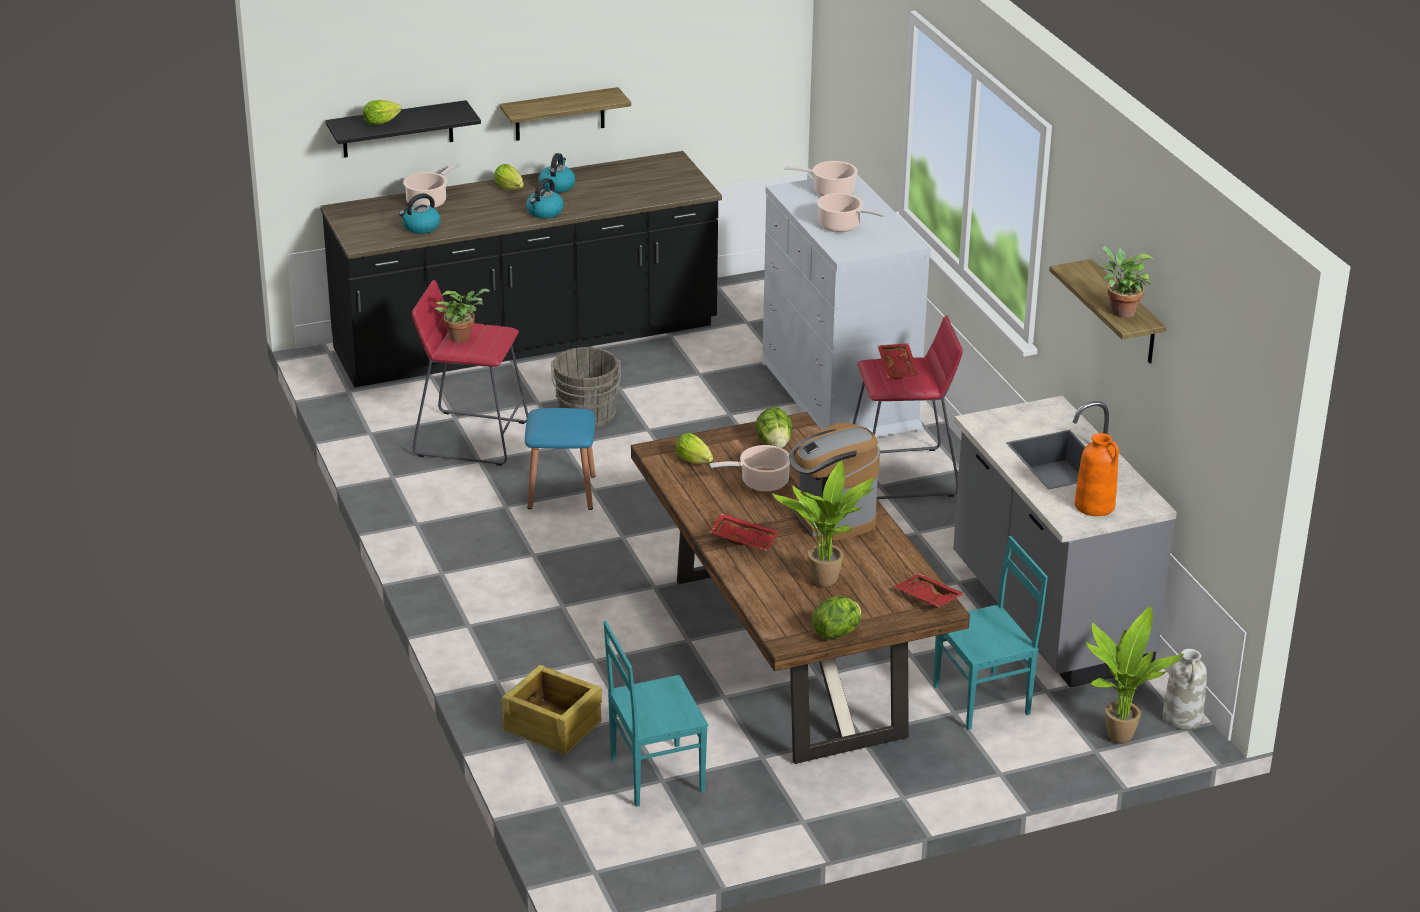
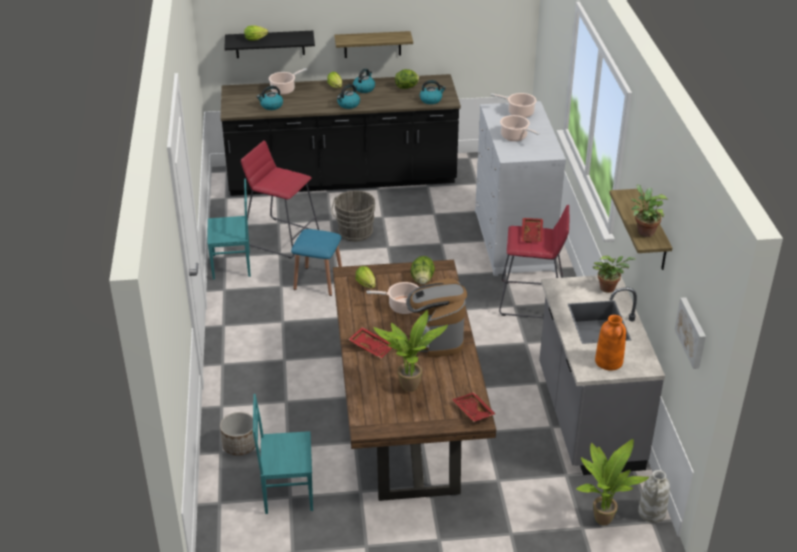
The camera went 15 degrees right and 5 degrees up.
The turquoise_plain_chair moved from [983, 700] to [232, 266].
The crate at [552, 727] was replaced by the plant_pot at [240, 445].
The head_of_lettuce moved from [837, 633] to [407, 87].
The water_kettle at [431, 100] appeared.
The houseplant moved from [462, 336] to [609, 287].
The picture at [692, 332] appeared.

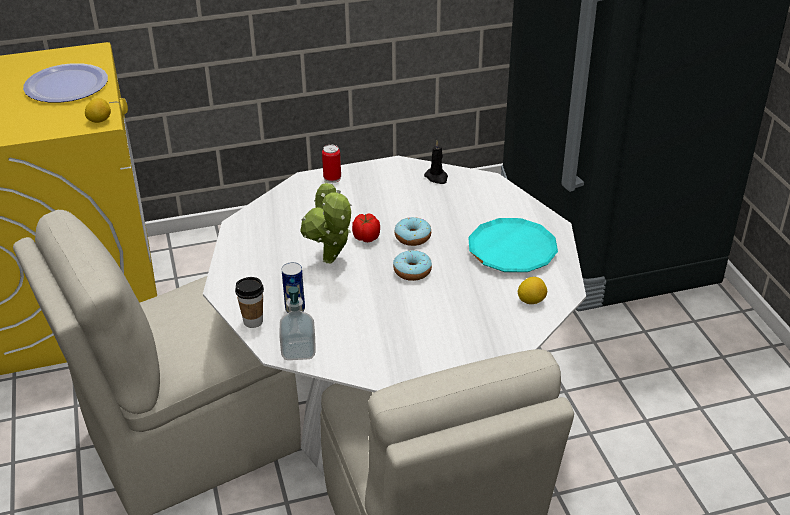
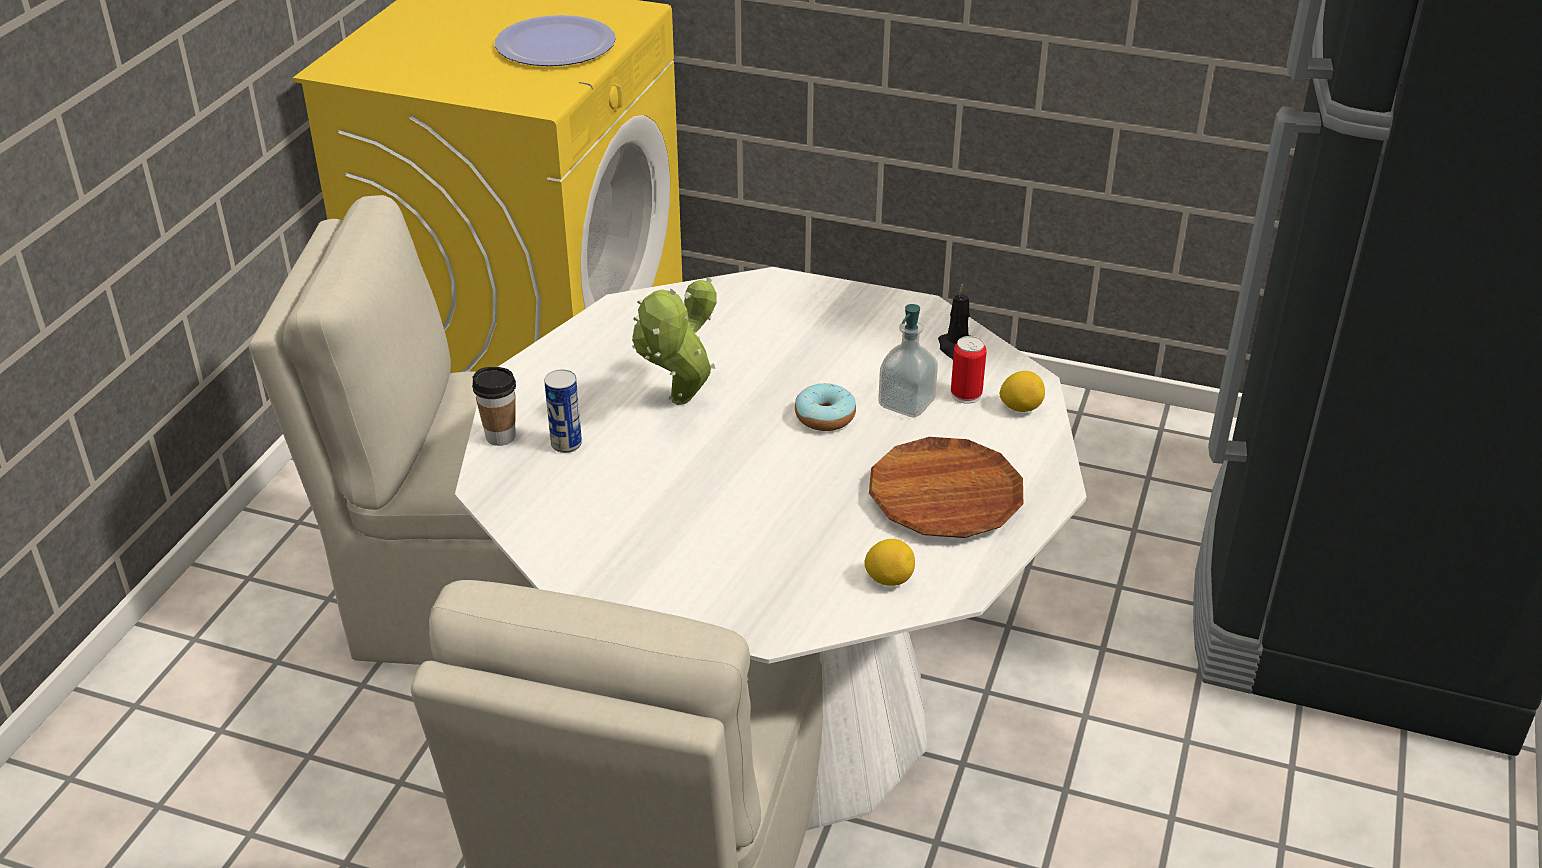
The camera went 35 degrees right and 0 degrees up.
The turquoise_dinner_plate at [512, 251] became the brown-coloured_dinner_plate at [945, 497].
The liquid_soap_bottle moved from [298, 351] to [906, 403].
The metal_can moved from [332, 178] to [966, 394].
The whole_lemon moved from [99, 121] to [1020, 408].
The whole_tomato at [366, 238] disappeared.
The donut at [412, 271] disappeared.

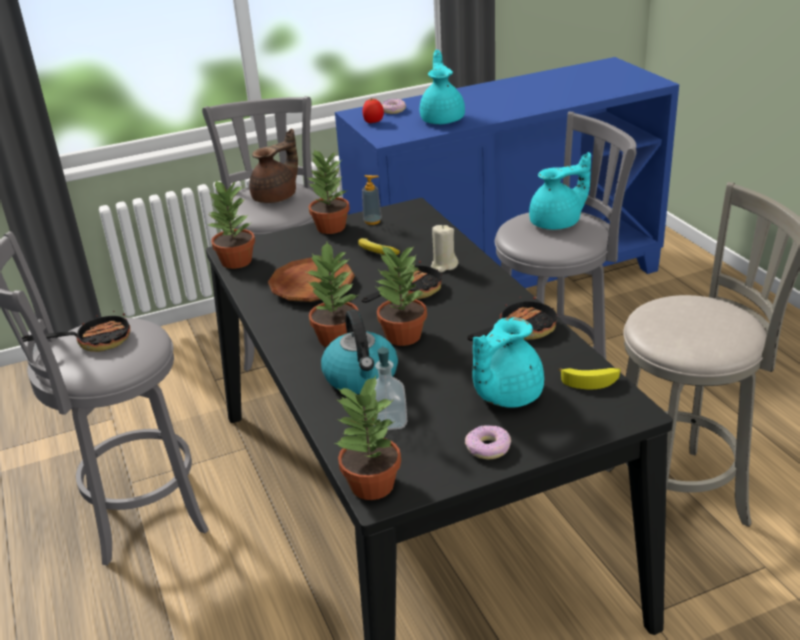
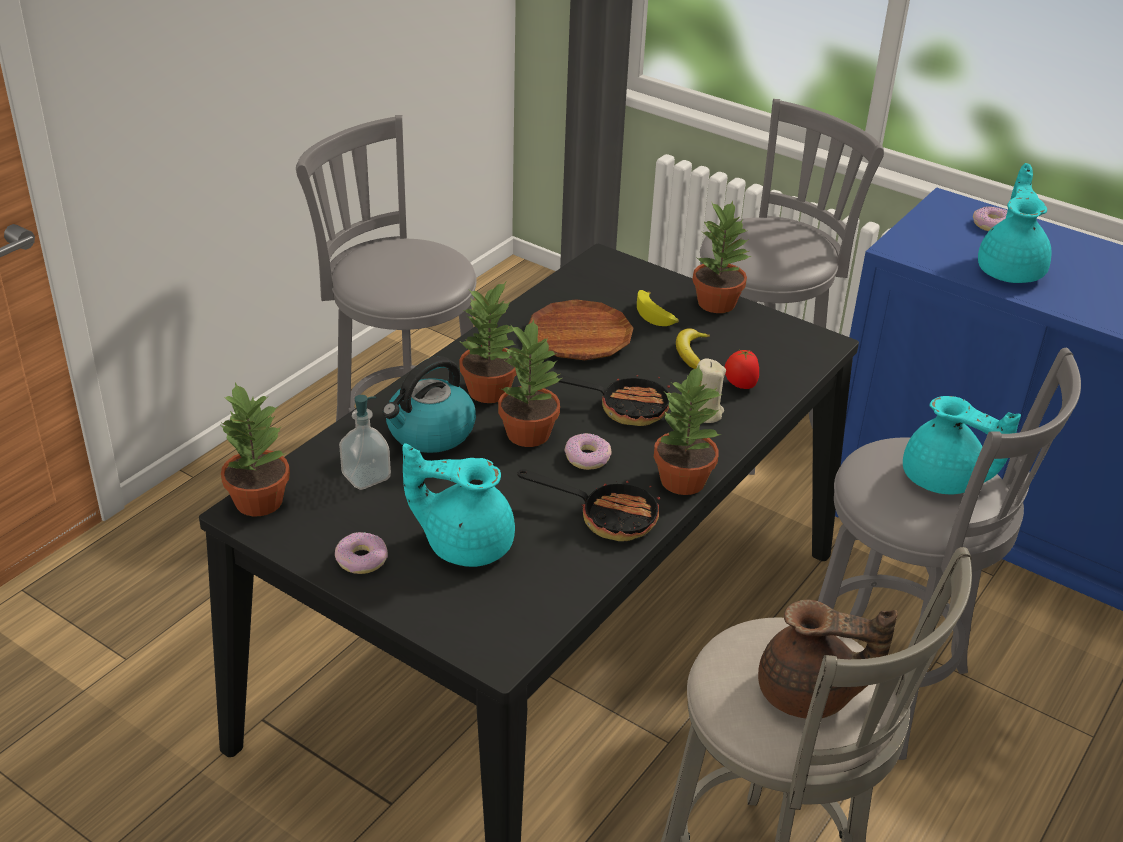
The camera went 55 degrees right and 5 degrees up.
The donut at [587, 457] appeared.
The banana moved from [591, 380] to [656, 315].
The houseplant moved from [236, 262] to [682, 481].
The whole_tomato moved from [373, 122] to [740, 385].
The brown-coloured_tea_pot moved from [277, 197] to [809, 694].
The turquoise_tea_pot at [443, 119] turned 45 degrees counterclockwise.
The frying_pan at [95, 341] disappeared.
The liquid_soap_bottle at [372, 221] disappeared.

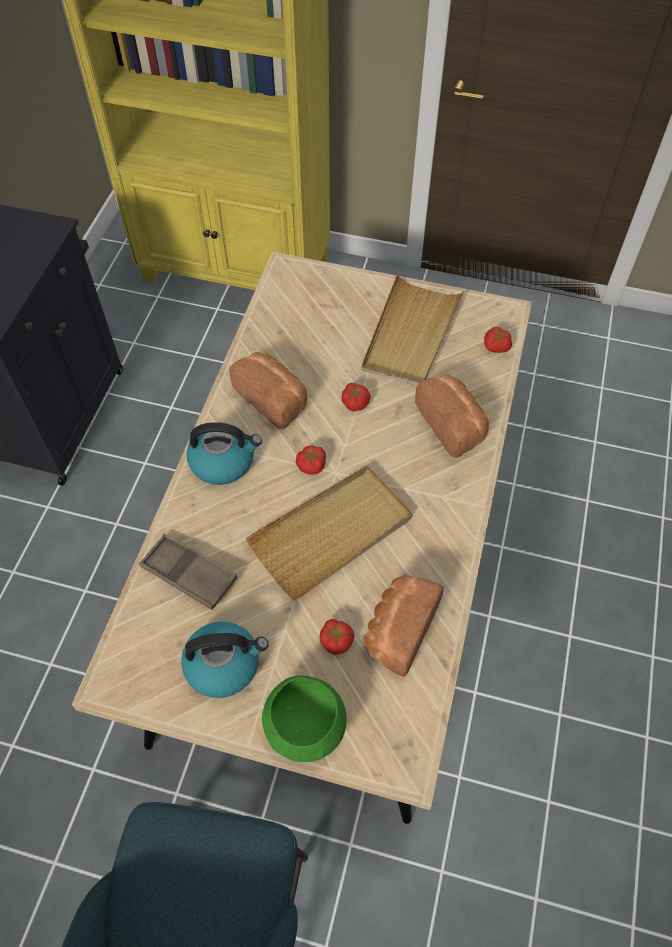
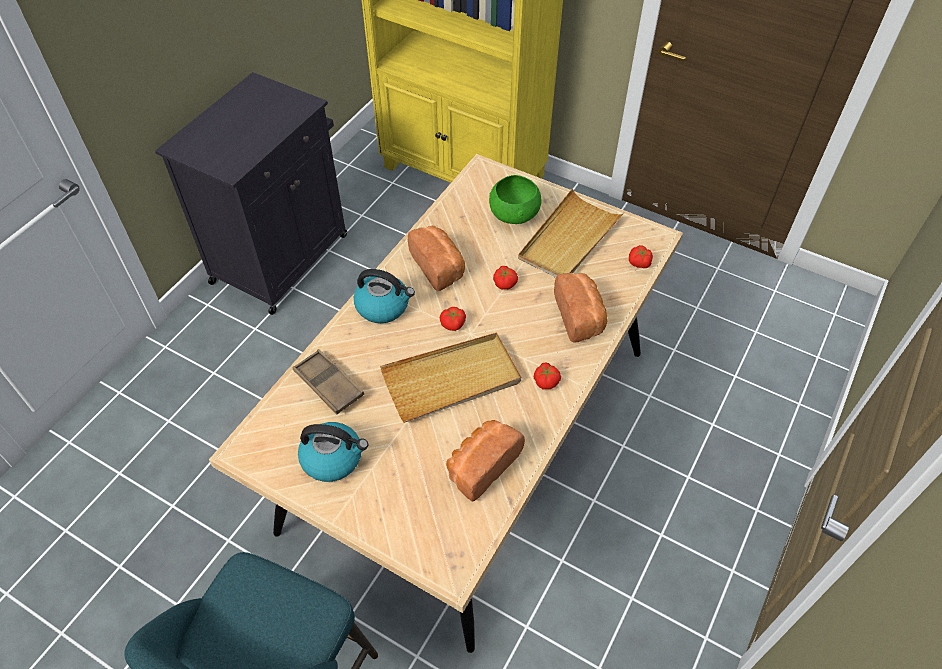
The camera went 15 degrees right and 5 degrees down.
The green_serving_bowl moved from [306, 728] to [514, 216].
The whole_tomato moved from [336, 640] to [546, 381].

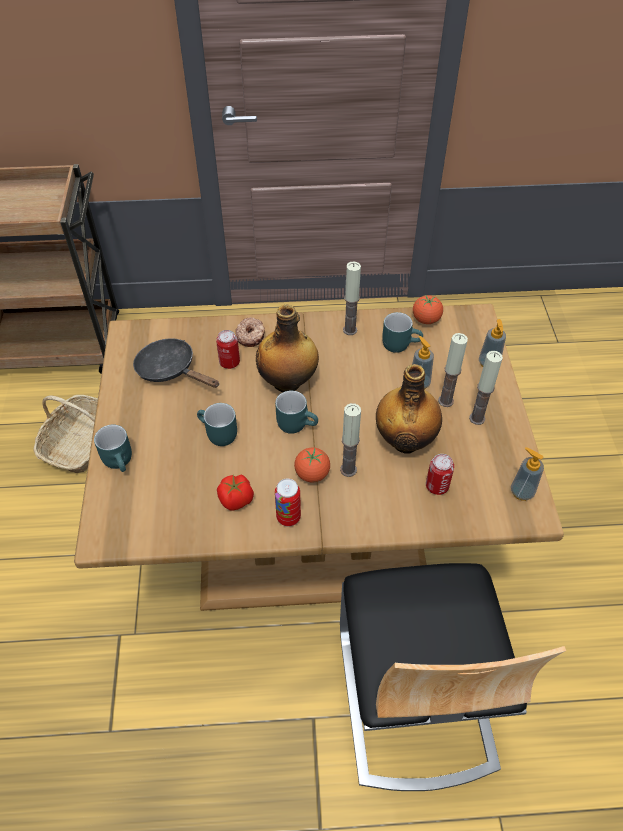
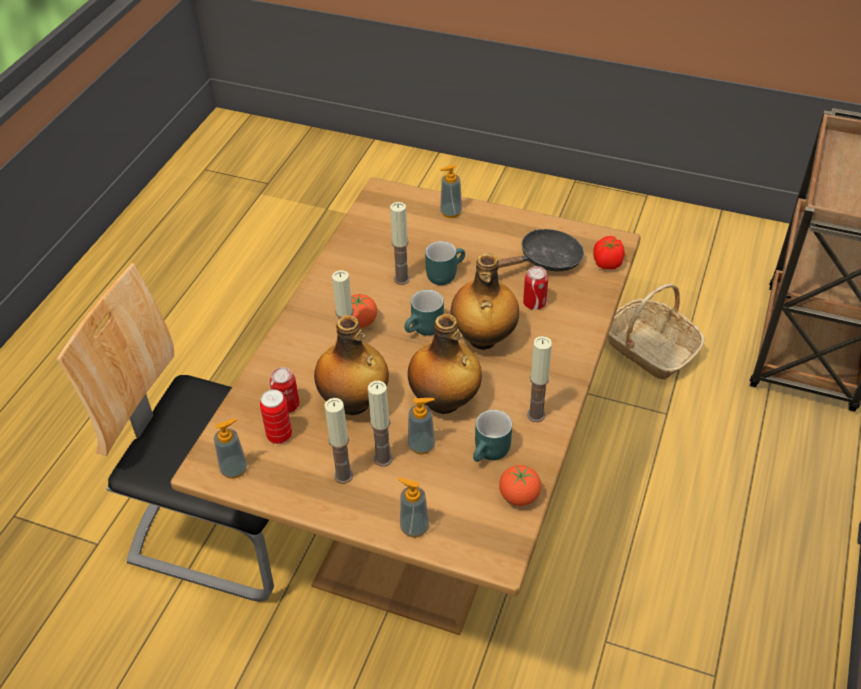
The camera went 115 degrees right and 5 degrees down.
The metal_can moved from [288, 517] to [279, 435].
The wax_candle at [402, 279] appeared.
The bottle at [445, 402] appeared.
The turquoise_coffee_mug at [121, 461] was replaced by the liquid_soap_bottle at [451, 212].
The whole_tomato moved from [236, 500] to [607, 263].
The donut at [251, 336] disappeared.

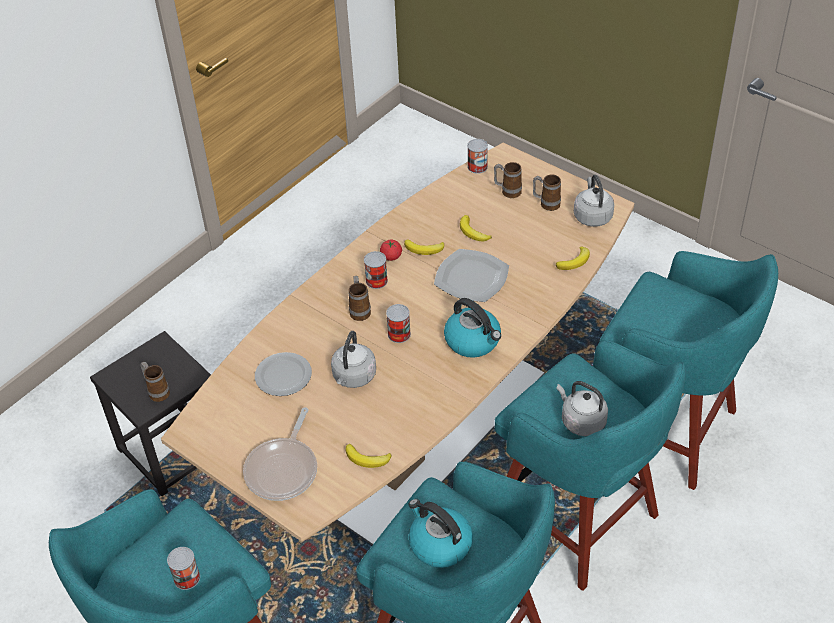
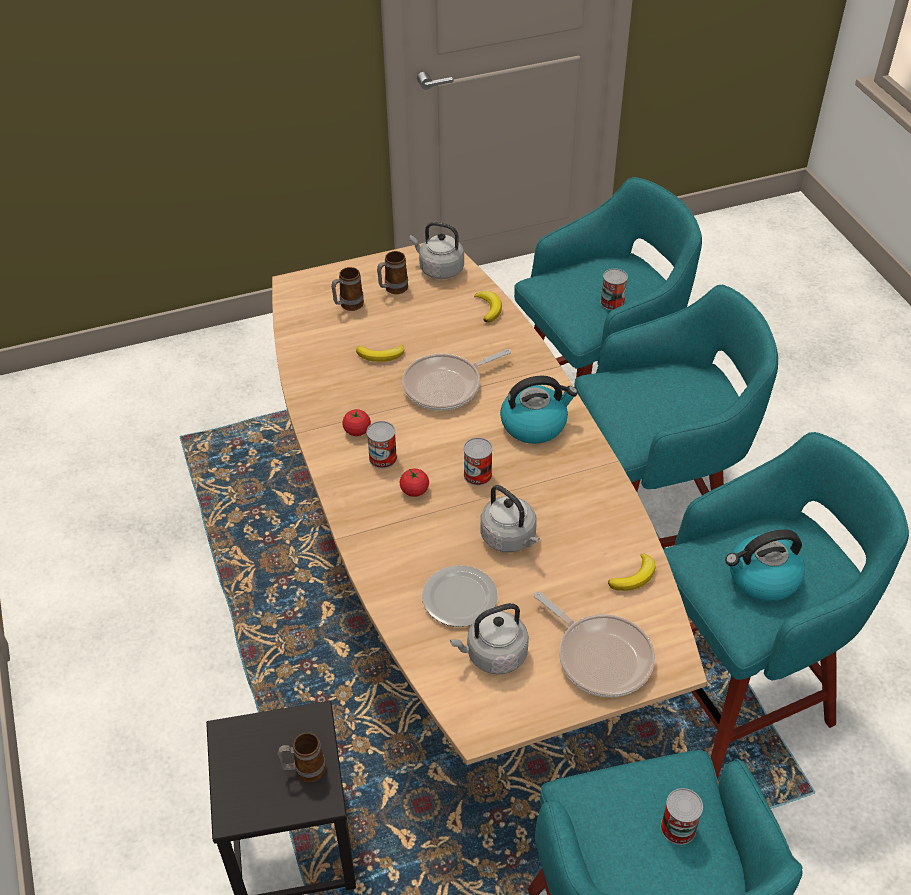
The camera went 60 degrees left and 0 degrees up.
The coffee_mug at [359, 310] was replaced by the whole_tomato at [414, 490].
The dinner_plate at [472, 278] was replaced by the frying_pan at [446, 386].
The gray_water_kettle moved from [581, 421] to [493, 655].
The metal_can moved from [477, 167] to [612, 302].
The banana at [424, 249] disappeared.

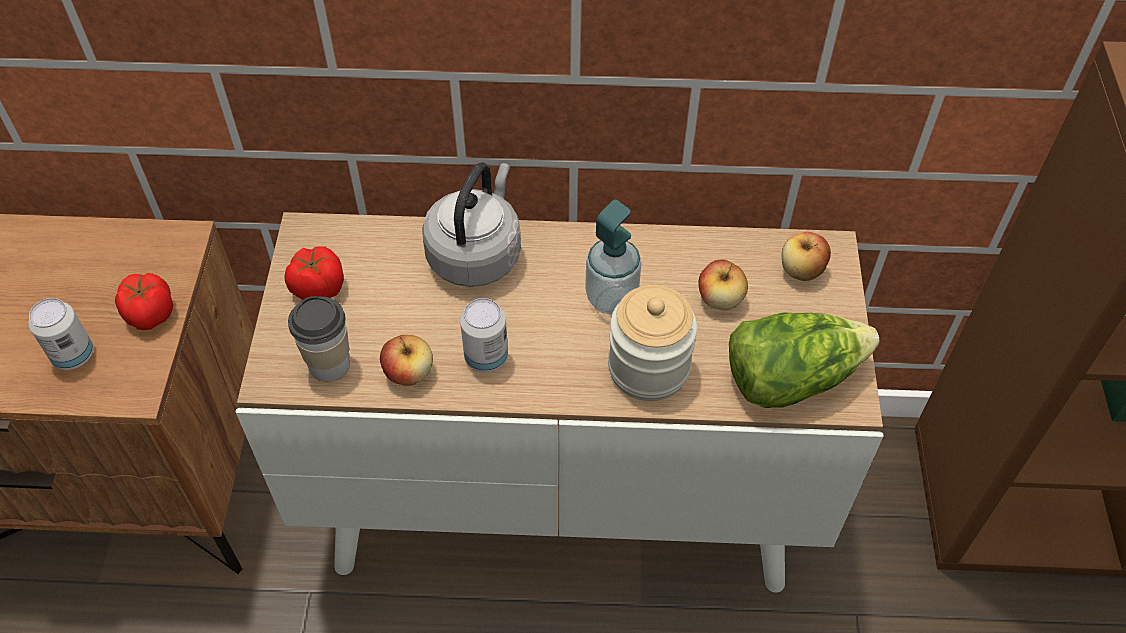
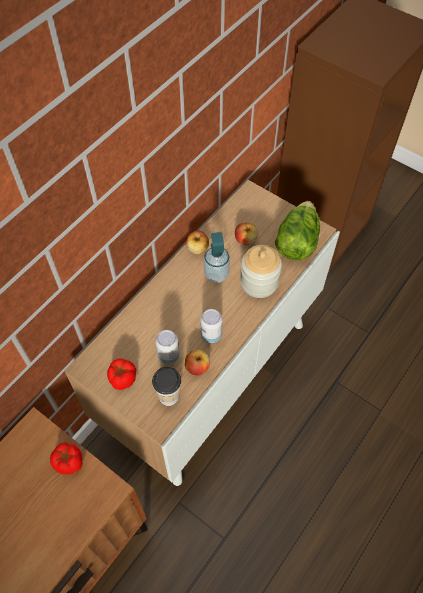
The camera went 55 degrees left and 5 degrees up.
The metal_can moved from [73, 355] to [168, 355].
The apple_fruit moved from [801, 270] to [198, 249].
The gray_water_kettle at [476, 254] disappeared.

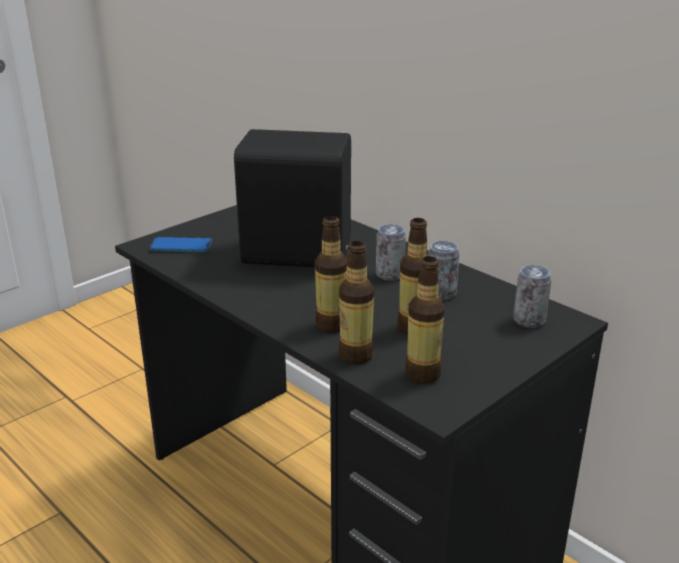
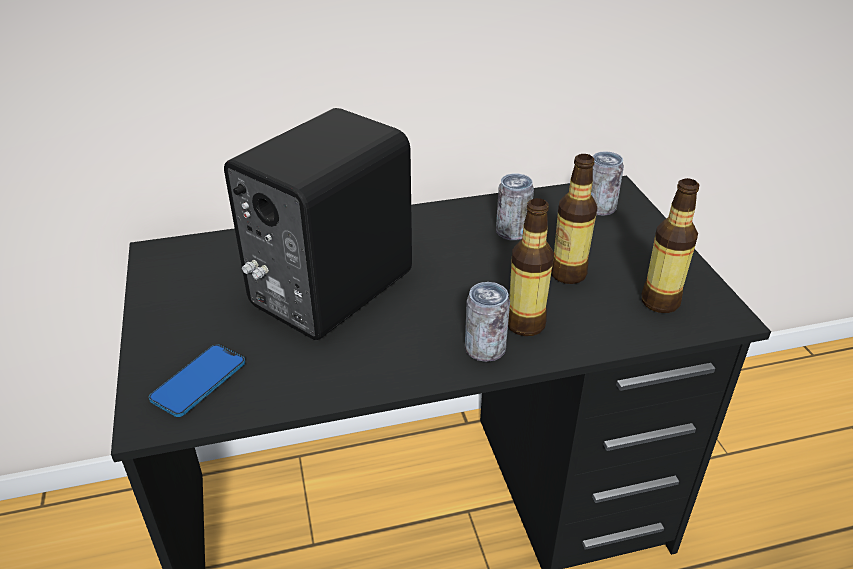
The camera went 60 degrees left and 10 degrees up.
The metal_can moved from [389, 275] to [485, 349].
The bottle at [355, 356] disappeared.

